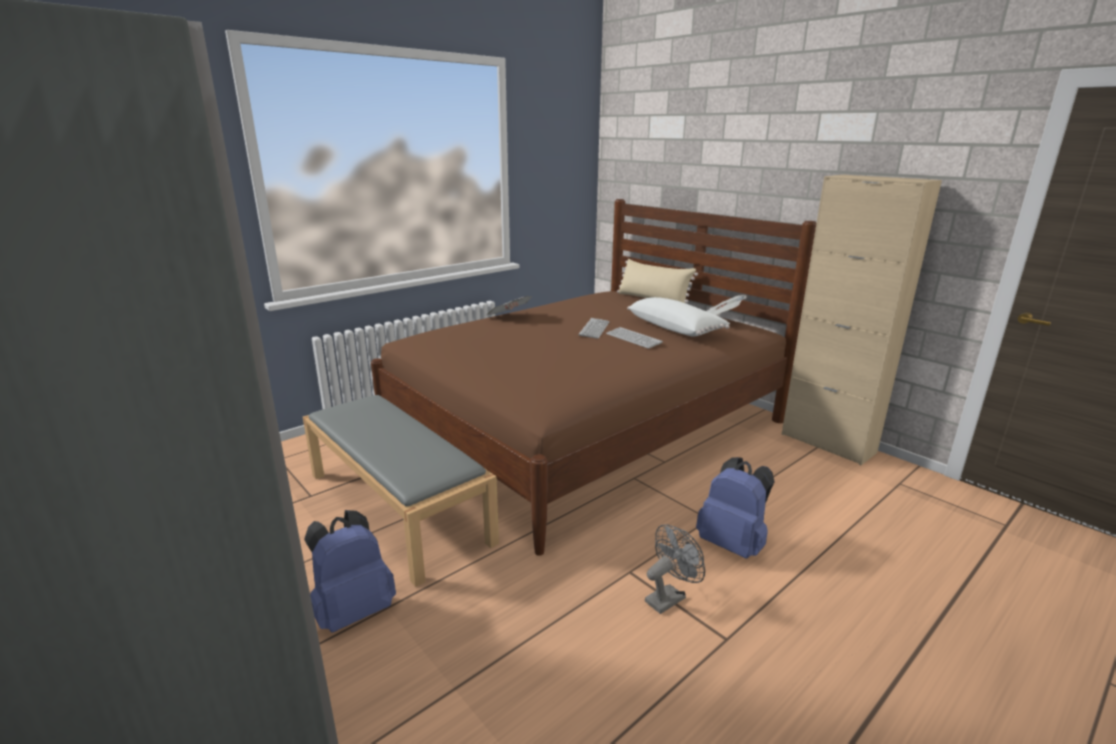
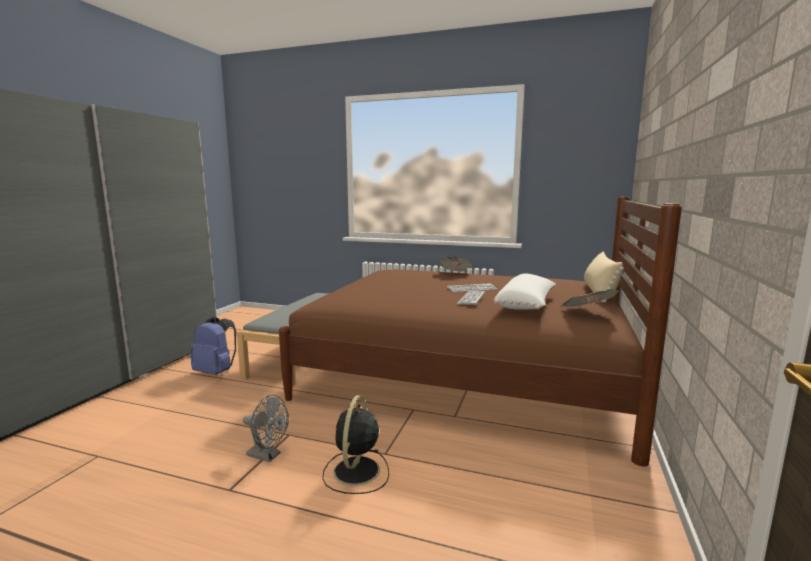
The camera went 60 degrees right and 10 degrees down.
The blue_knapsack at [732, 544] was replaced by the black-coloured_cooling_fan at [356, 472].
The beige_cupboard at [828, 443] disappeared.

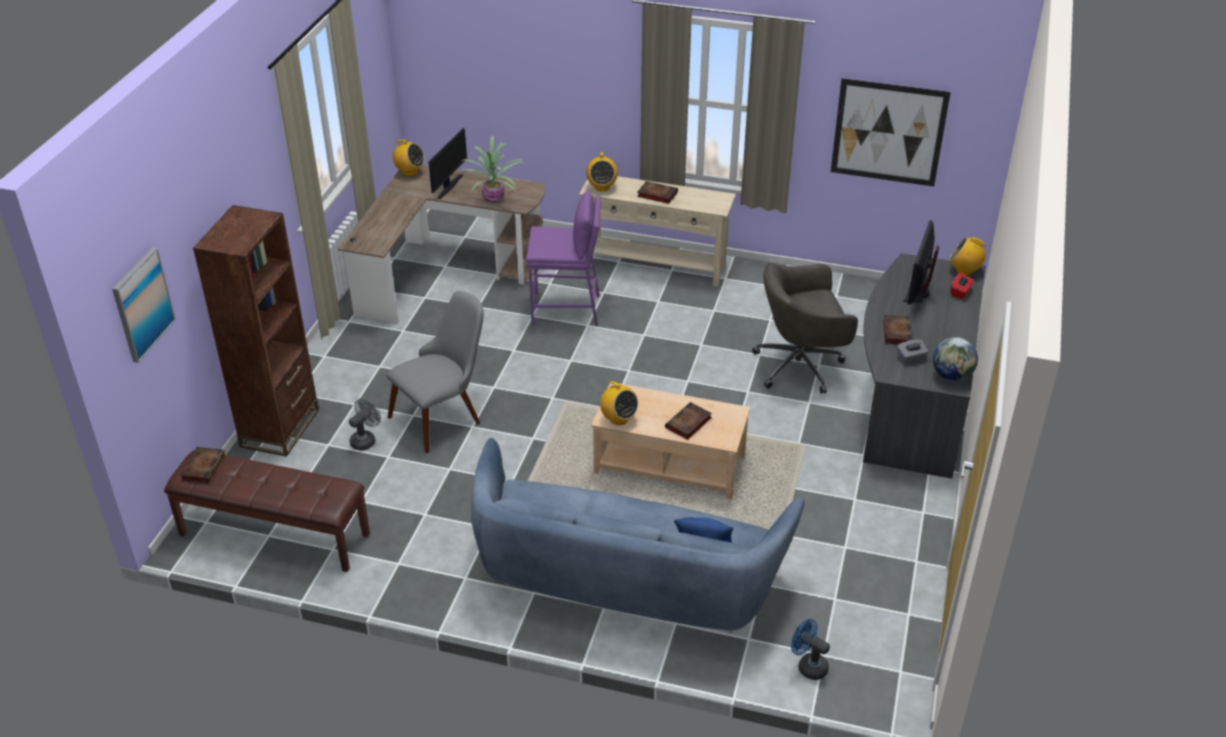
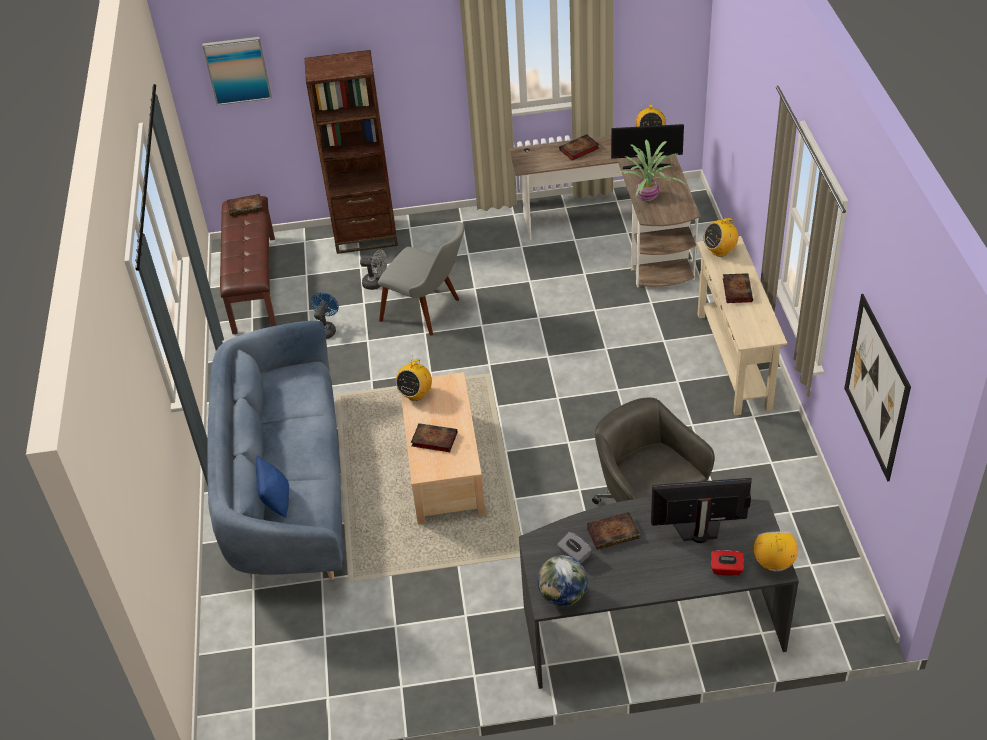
The camera went 70 degrees right and 5 degrees up.
The blue_cooling_fan moved from [808, 665] to [326, 329].
The book at [578, 150] appeared.
The purplish_sitting_stool at [566, 310] disappeared.

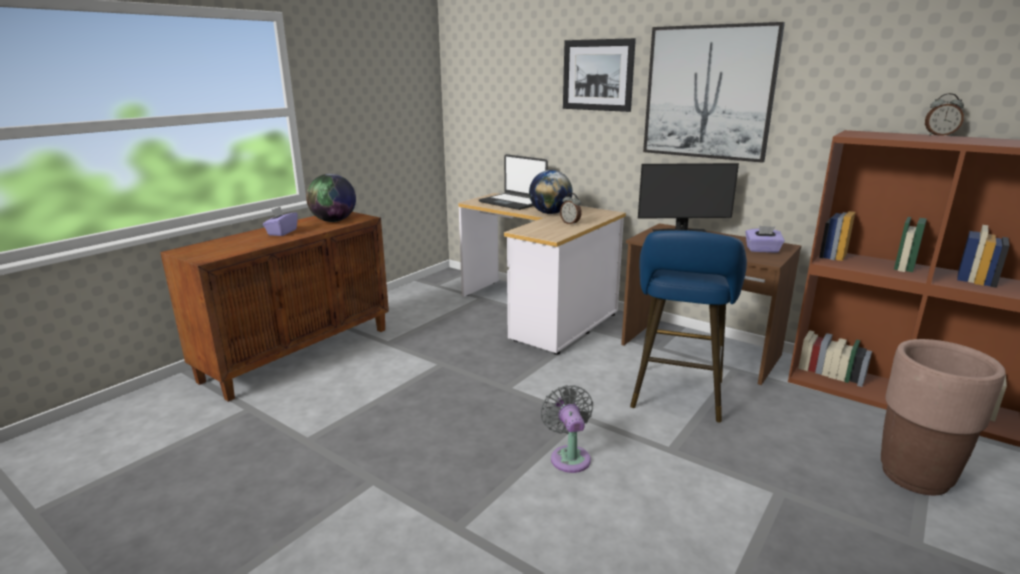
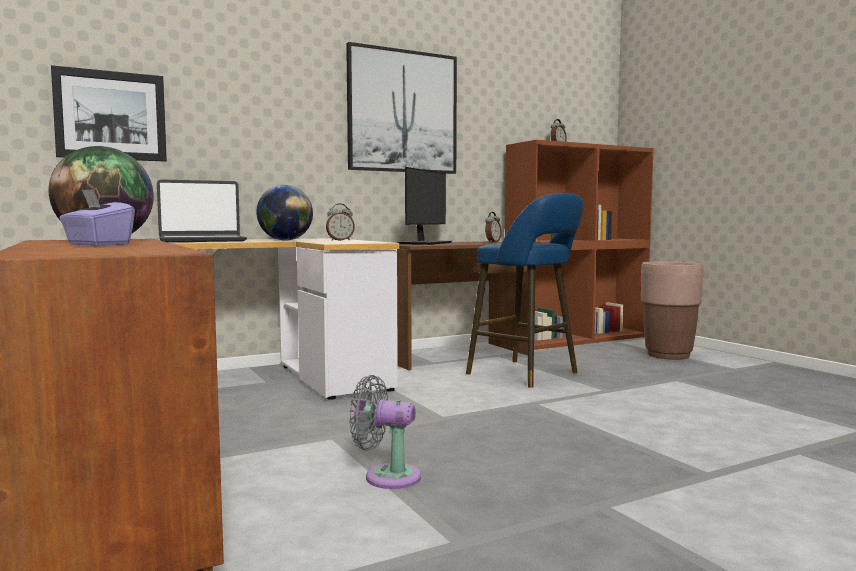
The camera went 65 degrees left and 15 degrees down.
The picture moved from [597, 75] to [111, 115].
The gray_cooling_fan moved from [569, 456] to [387, 476].
The purplish_tissue_box at [762, 250] was replaced by the bedside_clock at [492, 242].

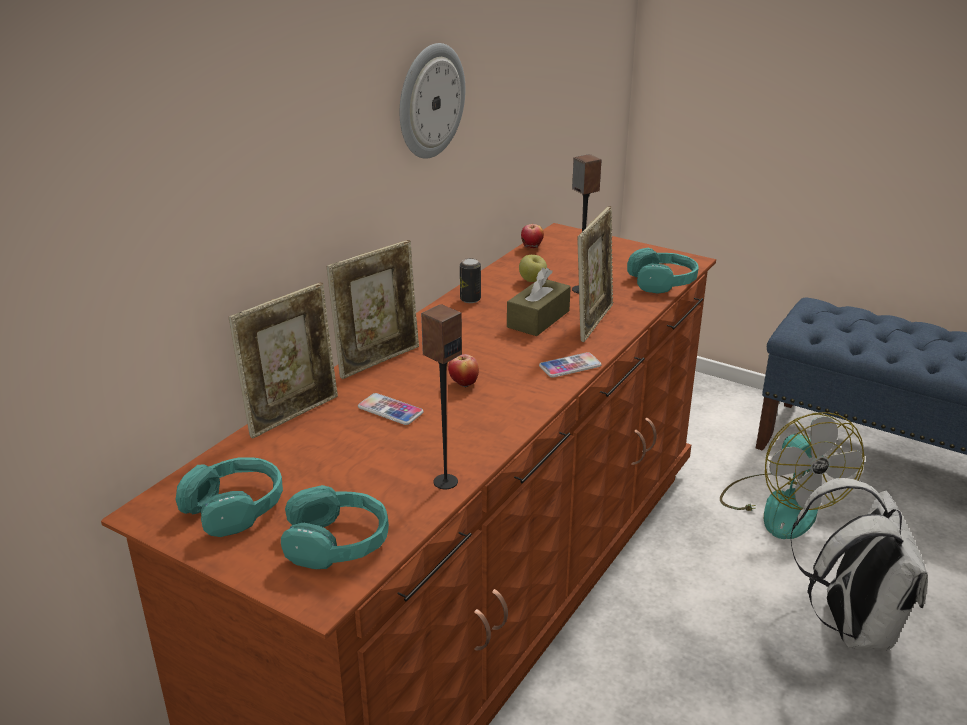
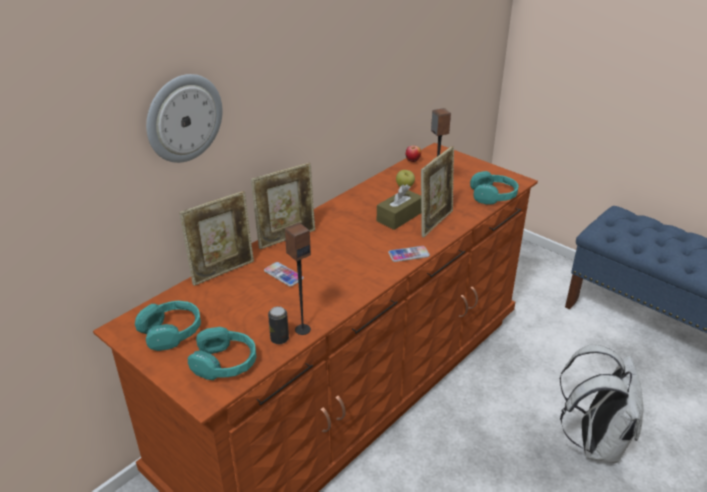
The camera went 10 degrees right and 5 degrees up.
The clock_on_the_wall moved from [430, 101] to [183, 118].
The metal_can moved from [470, 299] to [279, 339].
The apple_fruit at [463, 384] disappeared.
The cooling_fan at [781, 505] disappeared.

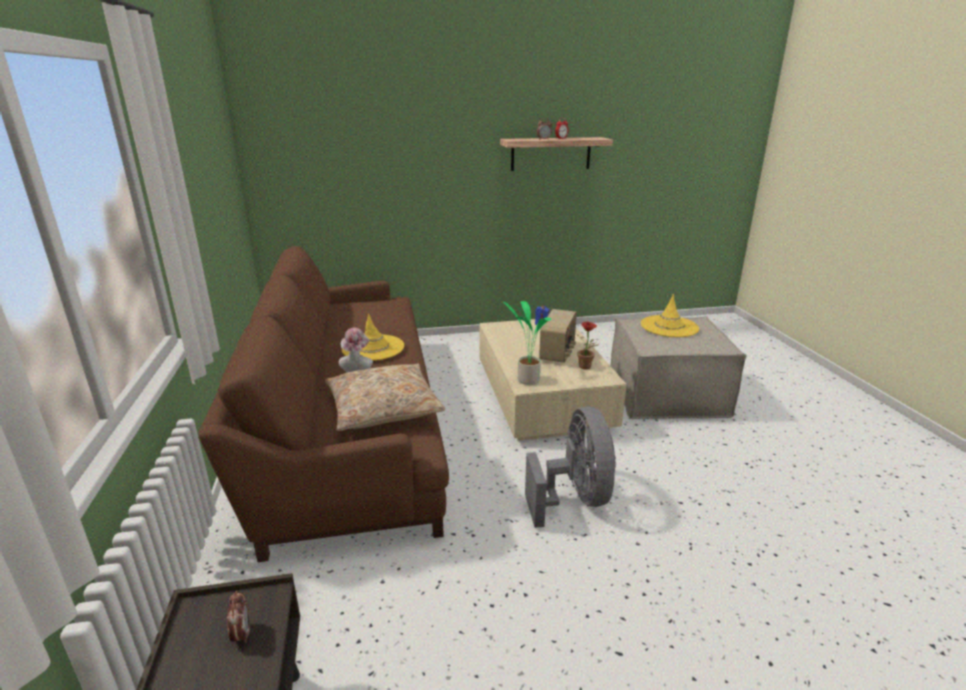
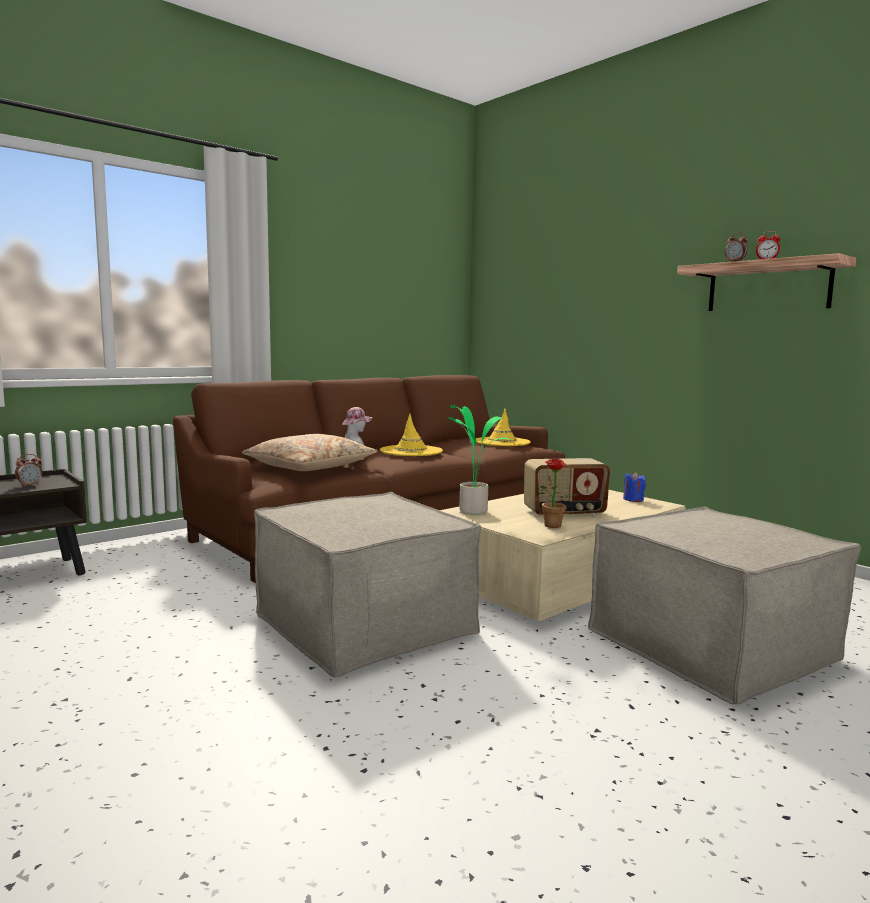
The camera went 60 degrees right and 15 degrees down.
The gray_cooling_fan at [575, 498] was replaced by the beige_pouffe at [366, 624].
The yellow_clothing_hat moved from [669, 326] to [502, 442].

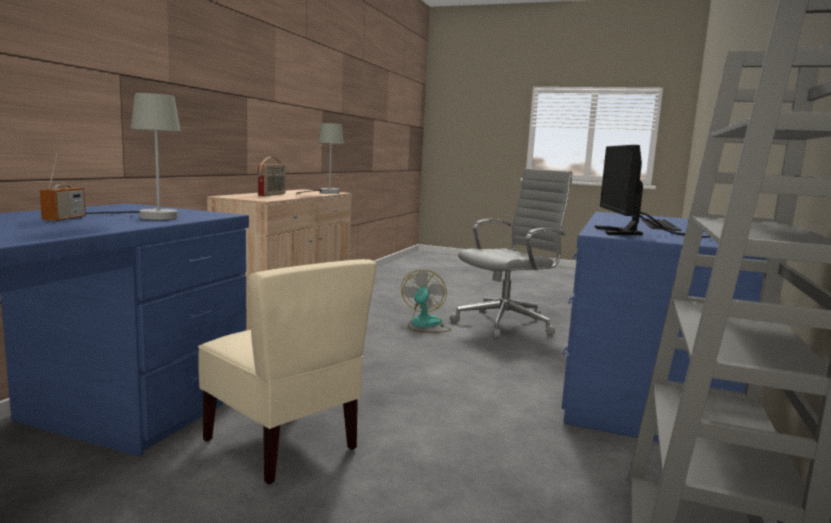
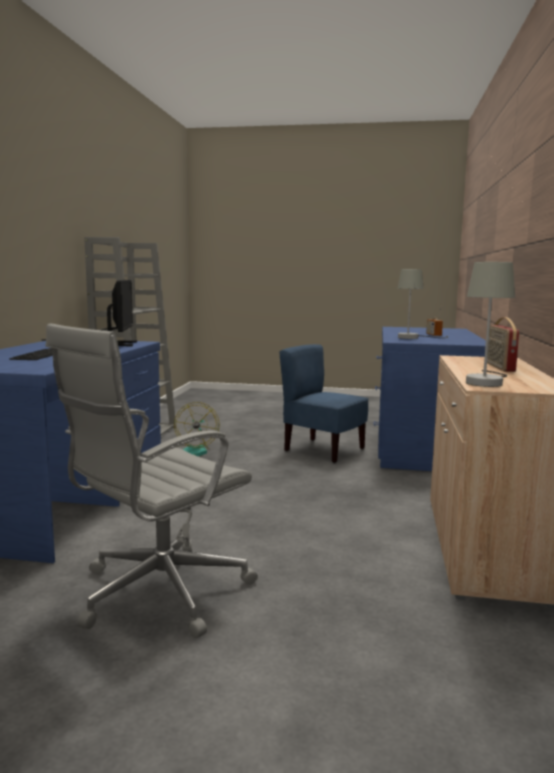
The camera went 170 degrees right and 0 degrees up.
The cooling_fan moved from [425, 325] to [193, 451].
The beige_plain_chair at [283, 443] became the blue_plain_chair at [323, 450].

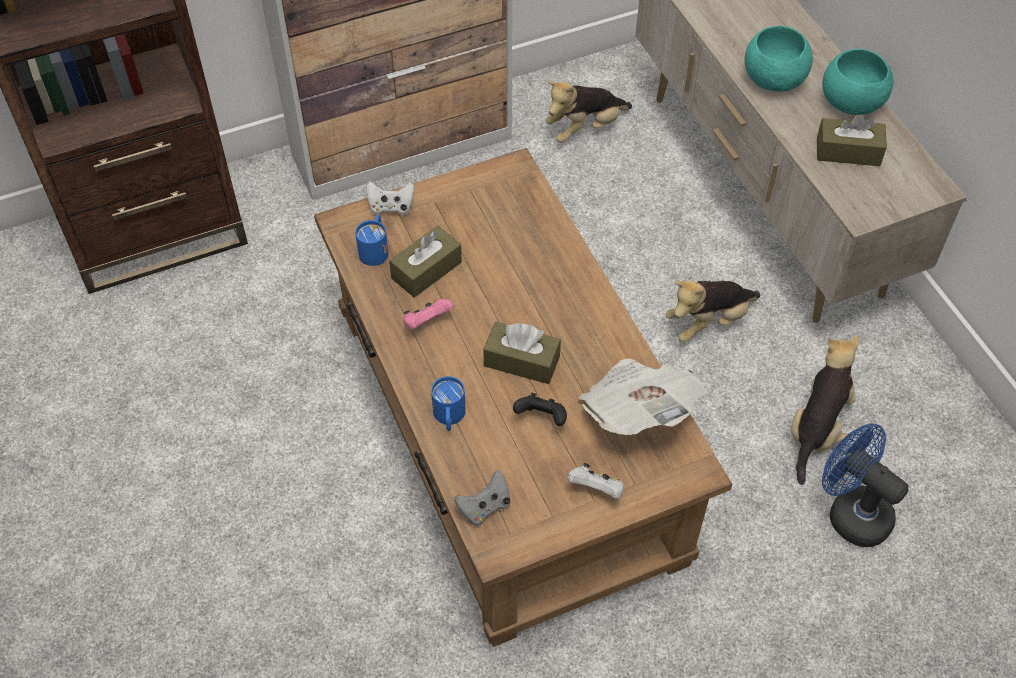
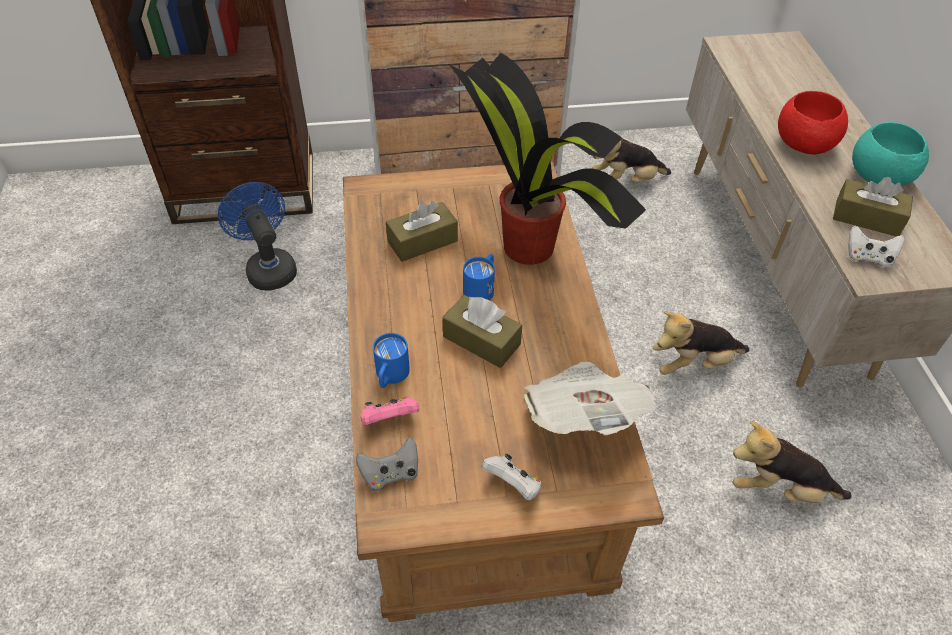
The camera went 15 degrees right and 5 degrees down.
The blue_cooling_fan moved from [851, 512] to [268, 267].
The pink_game_controller moved from [427, 322] to [389, 419].
The houseplant at [530, 249] appeared.
The blue_coffee_mug moved from [375, 249] to [481, 288].
The soft_toy at [817, 428] turned 120 degrees counterclockwise.
The turquoise_serving_bowl at [772, 79] became the red_serving_bowl at [802, 144].
The white-coloured_game_controller moved from [391, 207] to [868, 257].
The black-coloured_game_controller at [541, 418] disappeared.

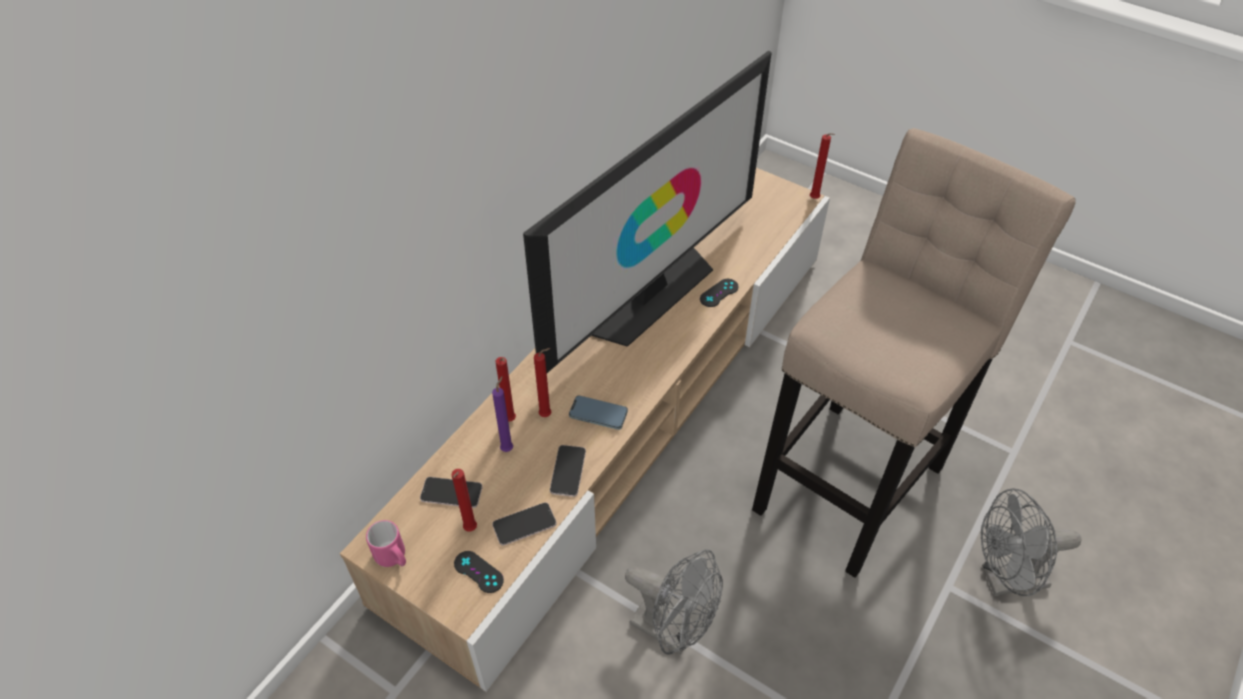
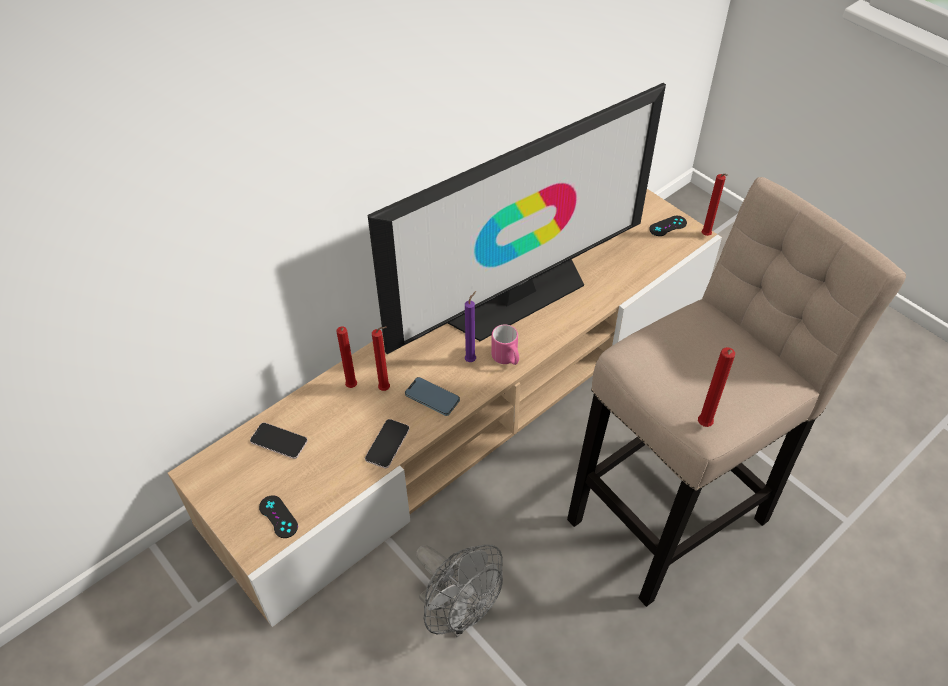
The camera went 15 degrees right and 0 degrees up.
The purplish_wax_candle moved from [508, 448] to [471, 359].
The pink_coffee_mug moved from [393, 558] to [507, 359].
The black-coloured_game_controller moved from [719, 293] to [668, 226].
The red_wax_candle moved from [469, 530] to [703, 426].
The handset at [524, 524] disappeared.
The gray_cooling_fan at [1005, 579] disappeared.

